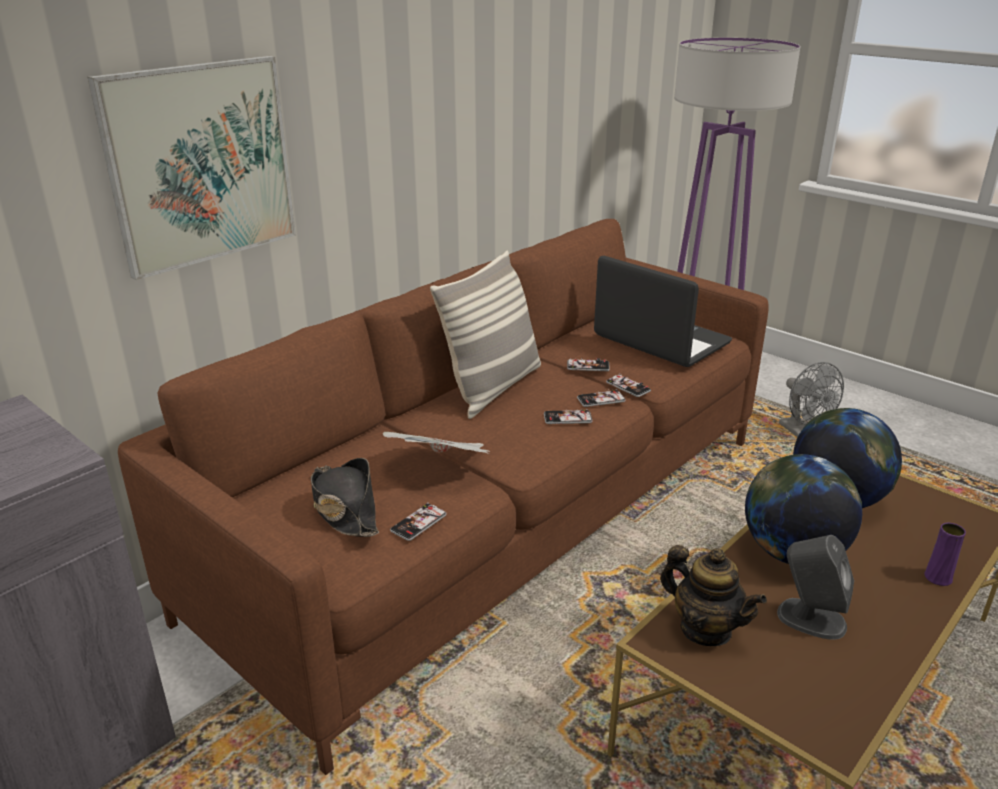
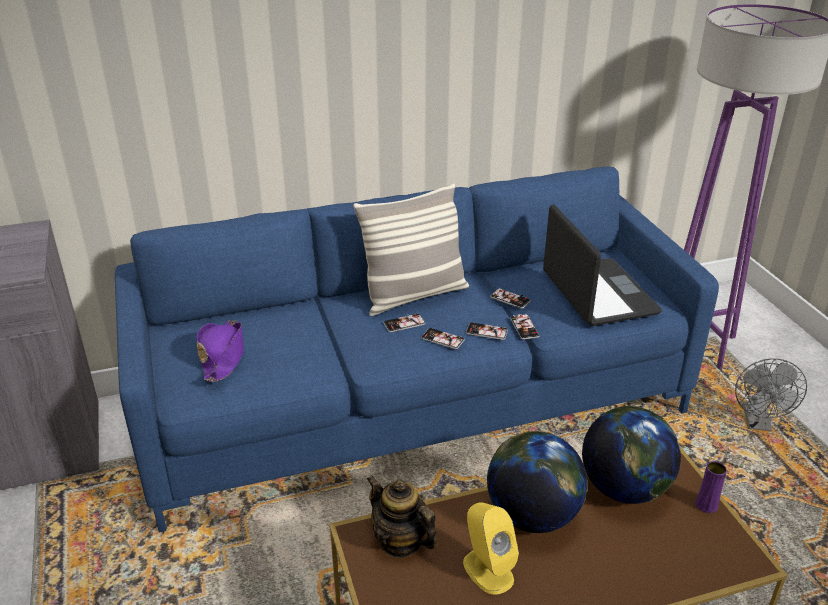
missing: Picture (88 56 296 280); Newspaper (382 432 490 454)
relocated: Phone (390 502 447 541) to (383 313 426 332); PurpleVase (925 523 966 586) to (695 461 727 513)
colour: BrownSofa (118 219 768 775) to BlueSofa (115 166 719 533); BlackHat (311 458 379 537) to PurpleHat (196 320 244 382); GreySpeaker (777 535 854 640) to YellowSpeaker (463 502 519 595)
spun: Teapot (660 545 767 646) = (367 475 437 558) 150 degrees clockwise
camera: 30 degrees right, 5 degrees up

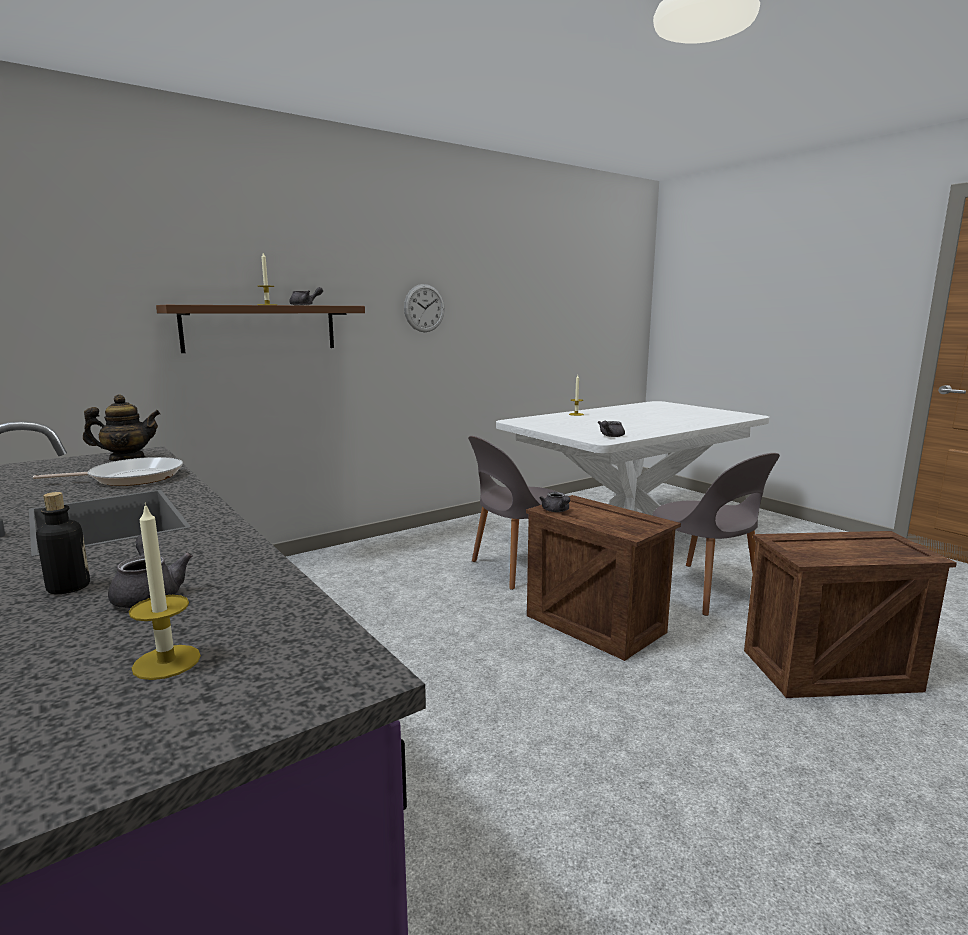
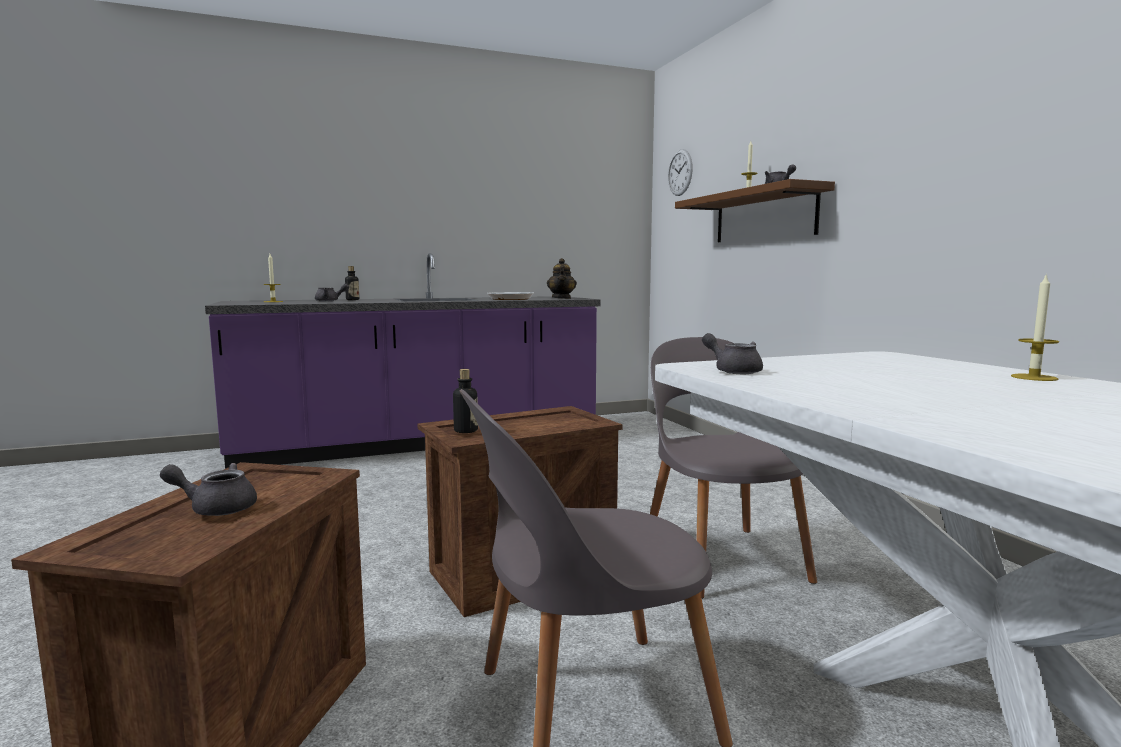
appeared: Bottle (453 369 478 433)
relocated: WallClock (404 284 445 332) to (668 149 693 196); GreyTeapot (539 492 570 512) to (160 463 257 516)
camera: 105 degrees right, 5 degrees down

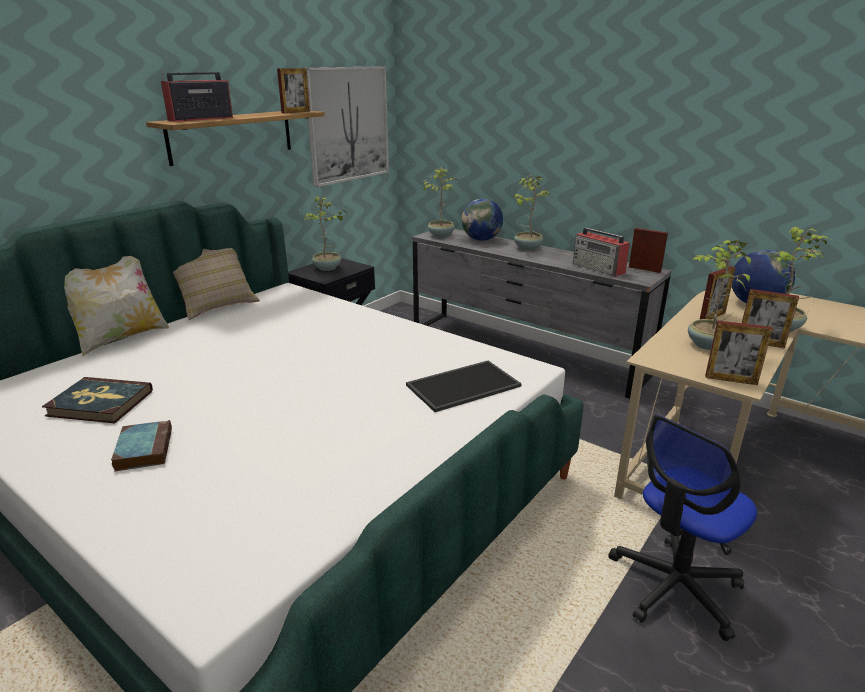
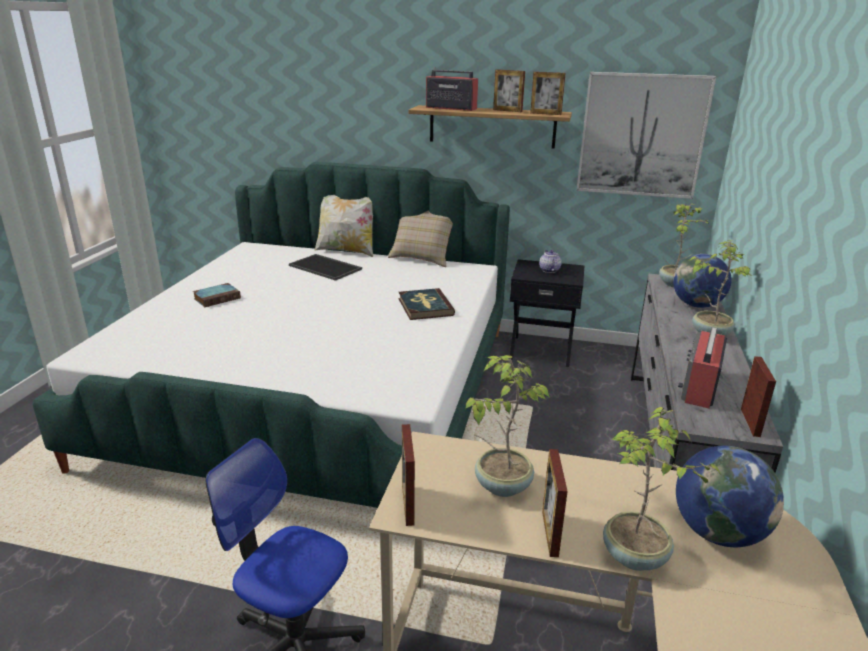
relocated: Book (42 377 153 423) to (398 288 455 320); Tray (406 360 522 412) to (289 254 362 281); PictureFrame (700 266 736 319) to (493 69 525 112)
exchanged: PottedPlant (304 196 346 271) to Teapot (539 250 562 273)
camera: 65 degrees right, 0 degrees up

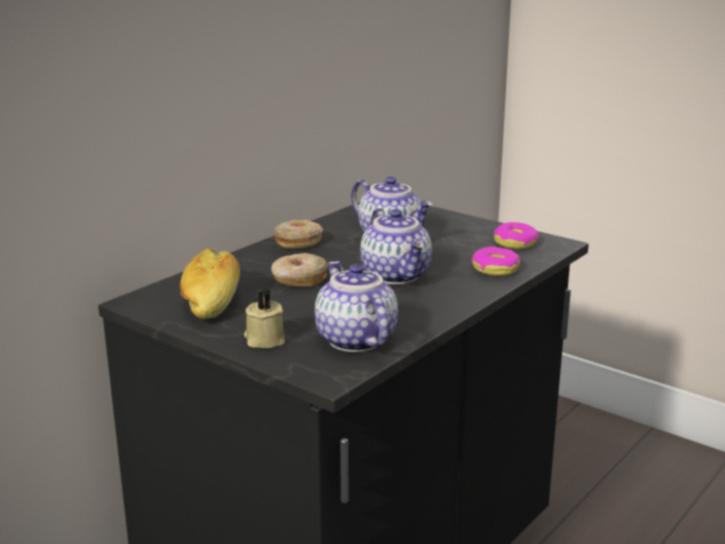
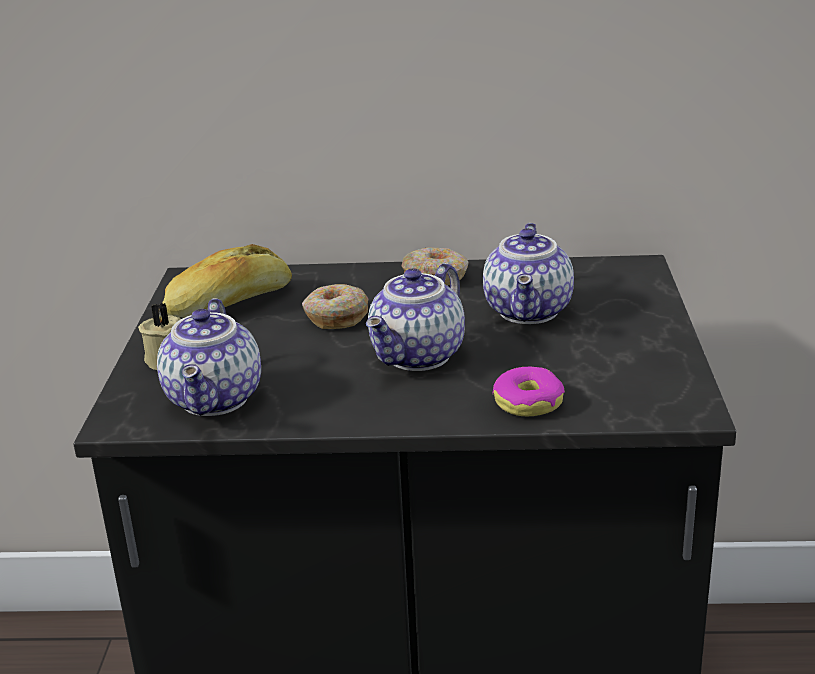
missing: Donut (494 222 539 249)
spun: Teapot (315 261 398 352) = (157 298 261 416) 150 degrees clockwise
camera: 55 degrees right, 5 degrees up

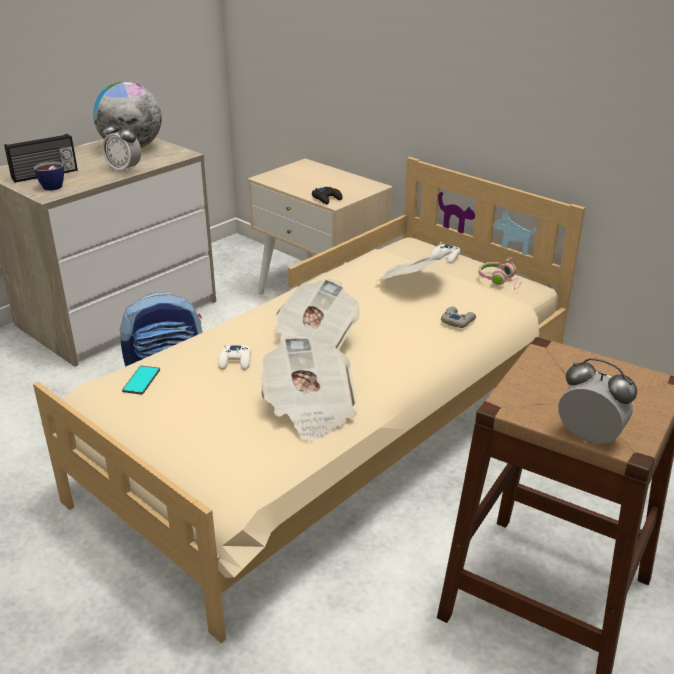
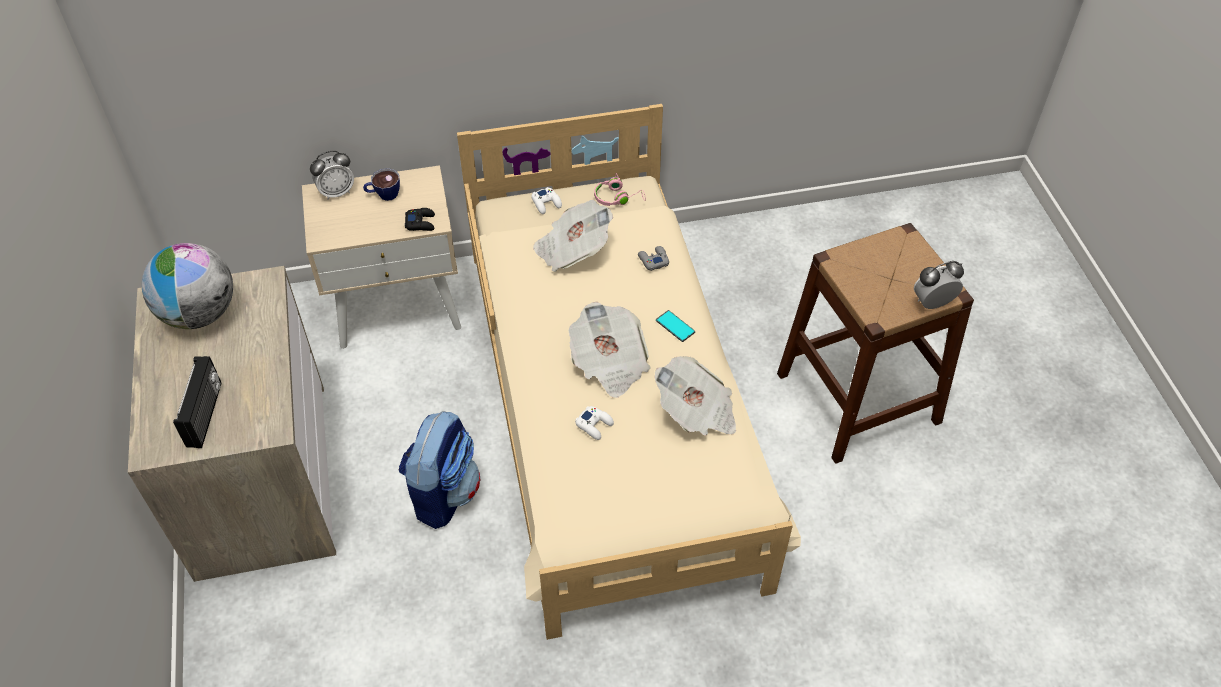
relocated: Cup (34 161 64 190) to (363 168 400 201); AlarmClock (102 119 141 174) to (310 150 354 200); Phone (122 366 160 395) to (656 310 695 342)
camera: 55 degrees left, 20 degrees up

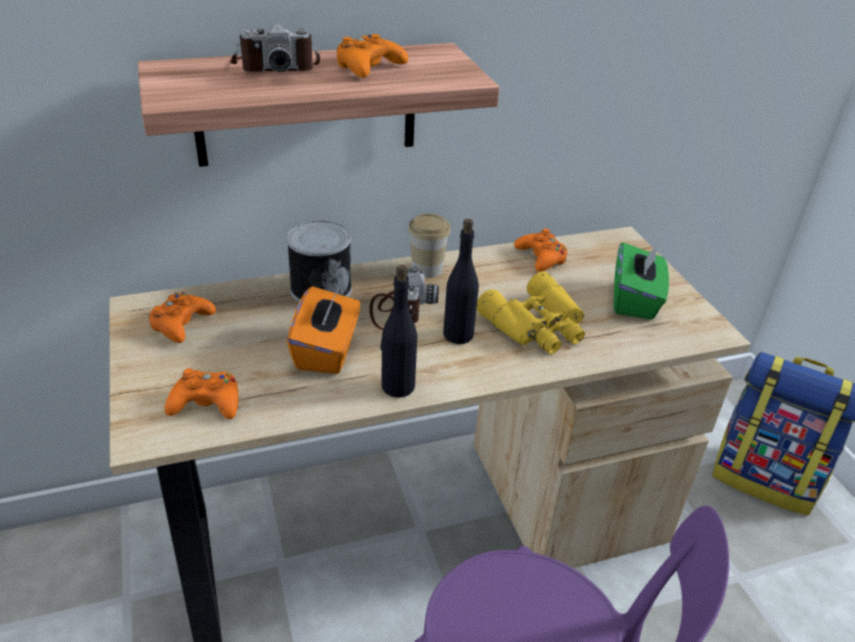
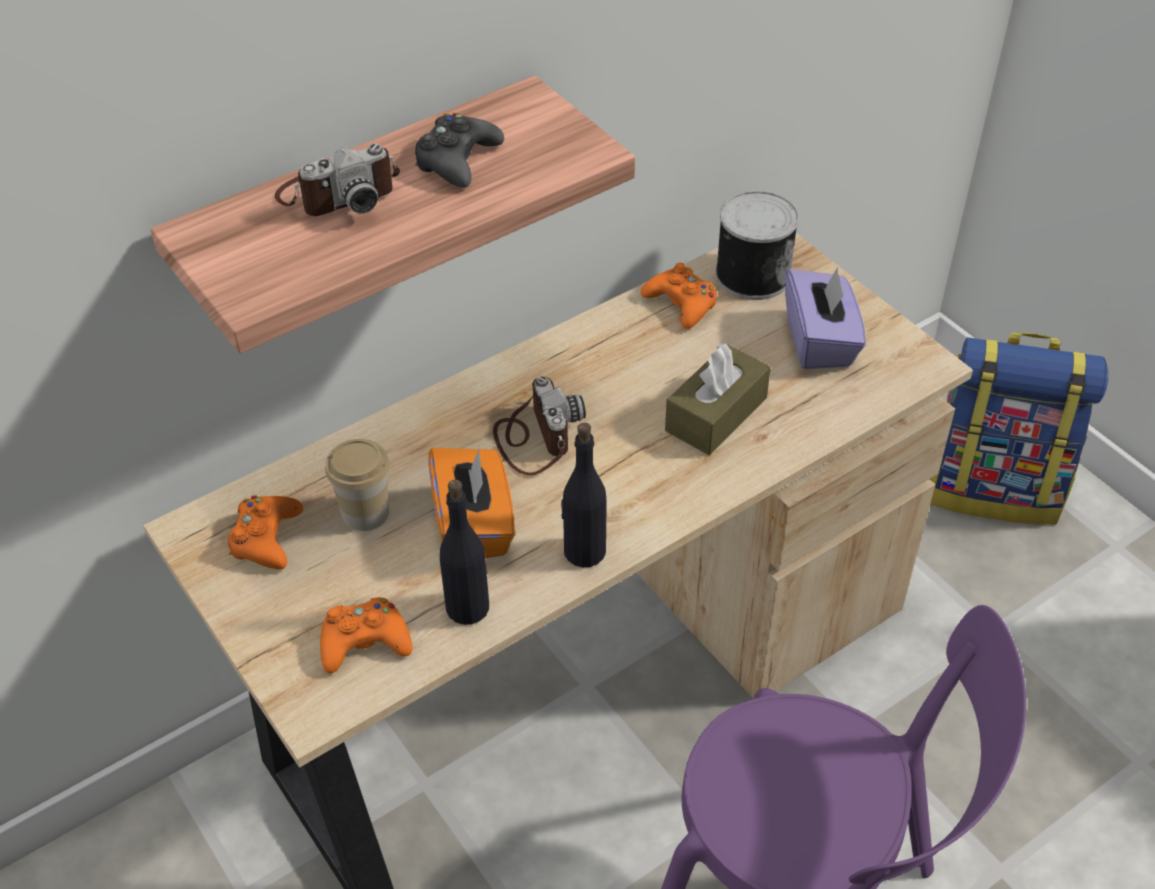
relocated: Can (286 220 352 302) to (715 191 799 300); Cup (408 214 451 278) to (325 439 390 531); BlackBottle (443 219 479 344) to (440 480 489 625)
exchanged: YellowBinoculars (477 271 585 354) to BrownTissueBox (665 343 771 455)
colour: OrangeGameController (337 34 408 78) to BlackGameController (415 113 504 188); GreenTissueBox (614 243 669 320) to PurpleTissueBox (785 267 866 369)
camera: 15 degrees left, 10 degrees up

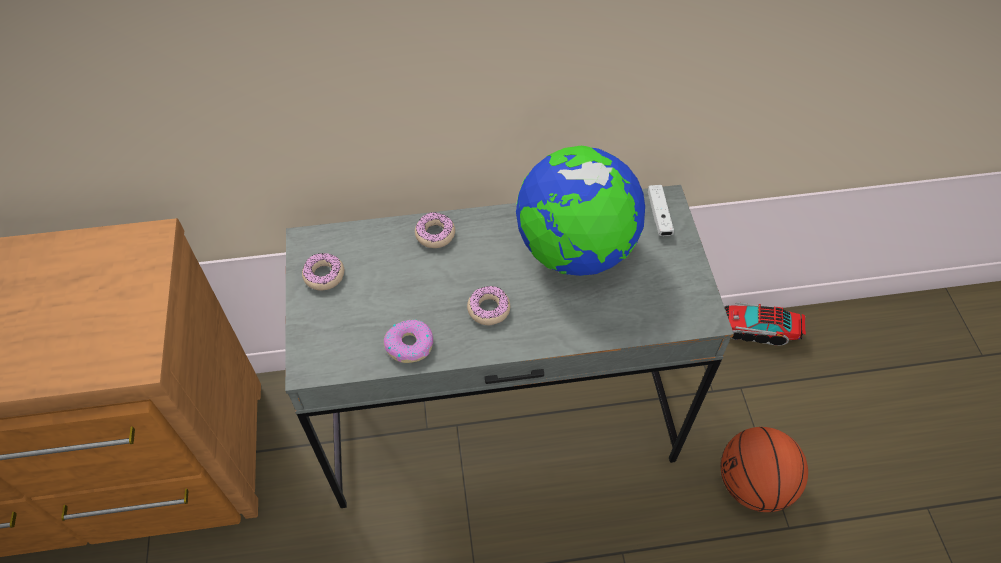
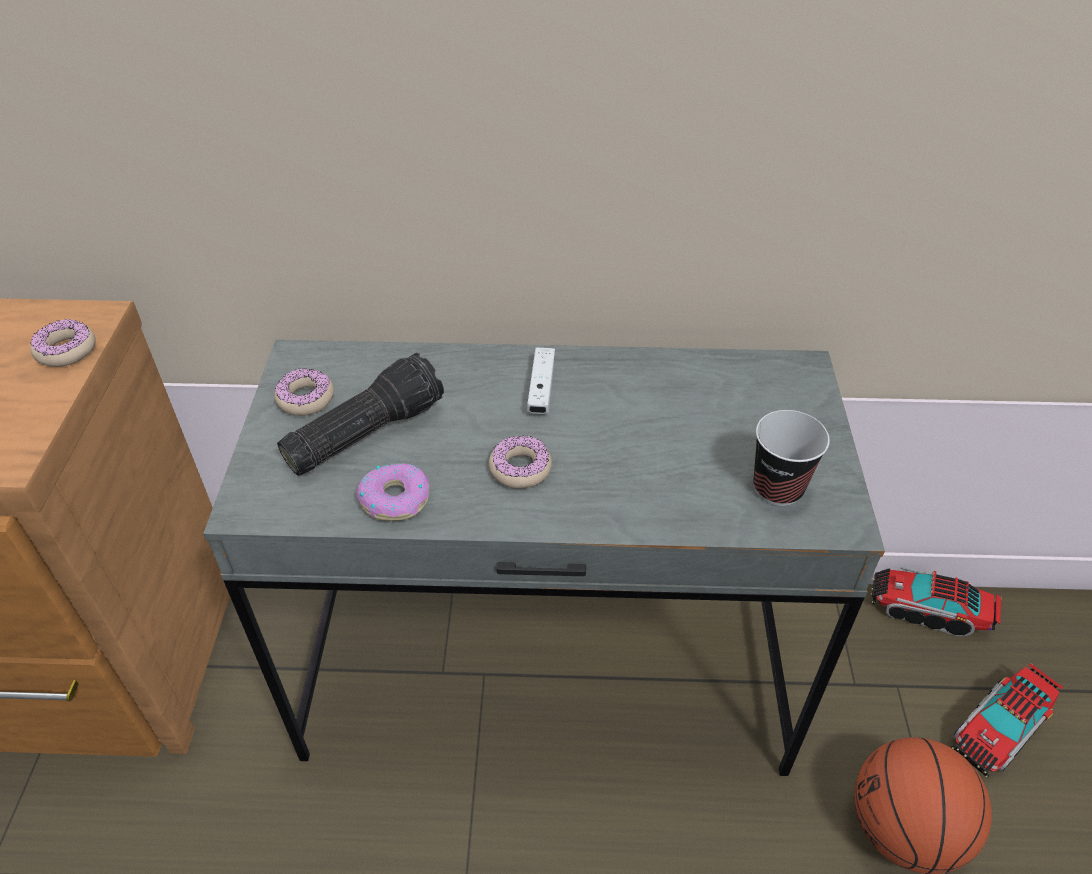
missing: Globe (516 146 645 276)
appeared: Flashlight (277 353 444 476); Cup (753 410 830 506); ToyTruck (951 663 1063 778)
relocated: Donut (415 212 455 248) to (30 319 96 367); WhiteGameController (648 185 674 236) to (527 347 555 414)
camera: 10 degrees right, 10 degrees down

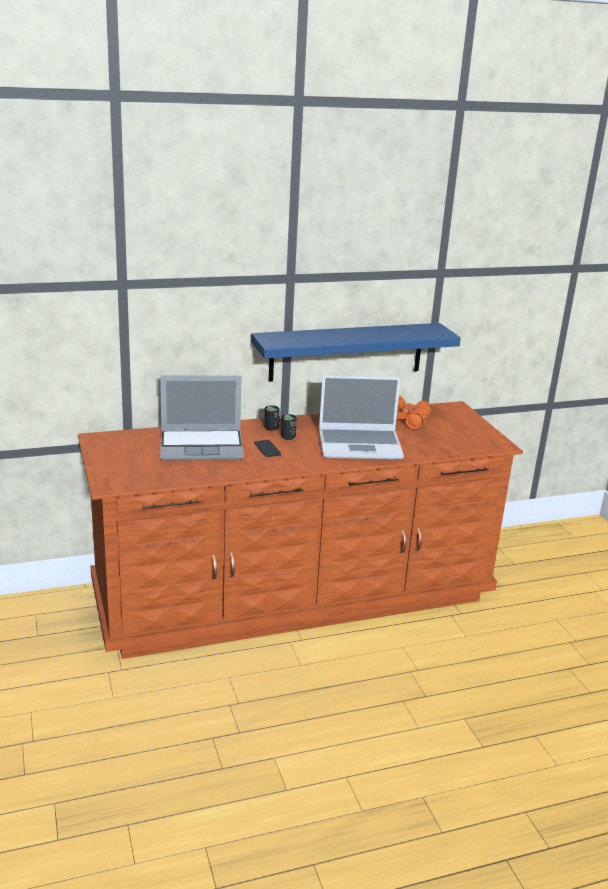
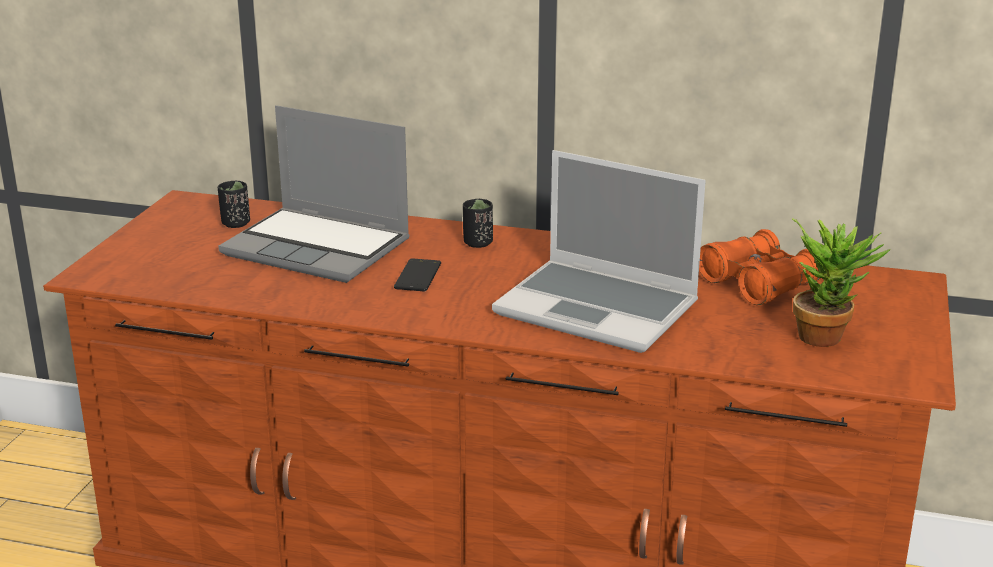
missing: BlueShelf (251 323 461 382)
appeared: PottedPlant (792 218 891 347)
relocated: BlackCup (281 414 297 440) to (218 181 250 228)
camera: 35 degrees right, 0 degrees up

